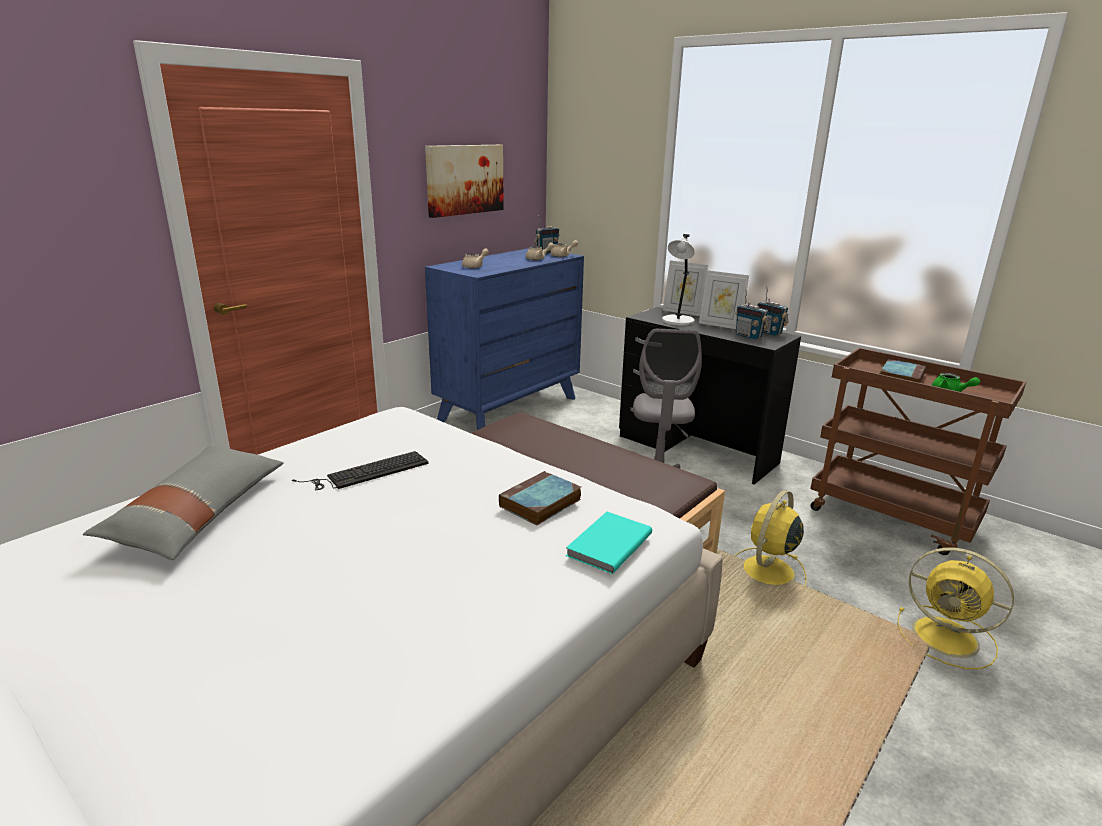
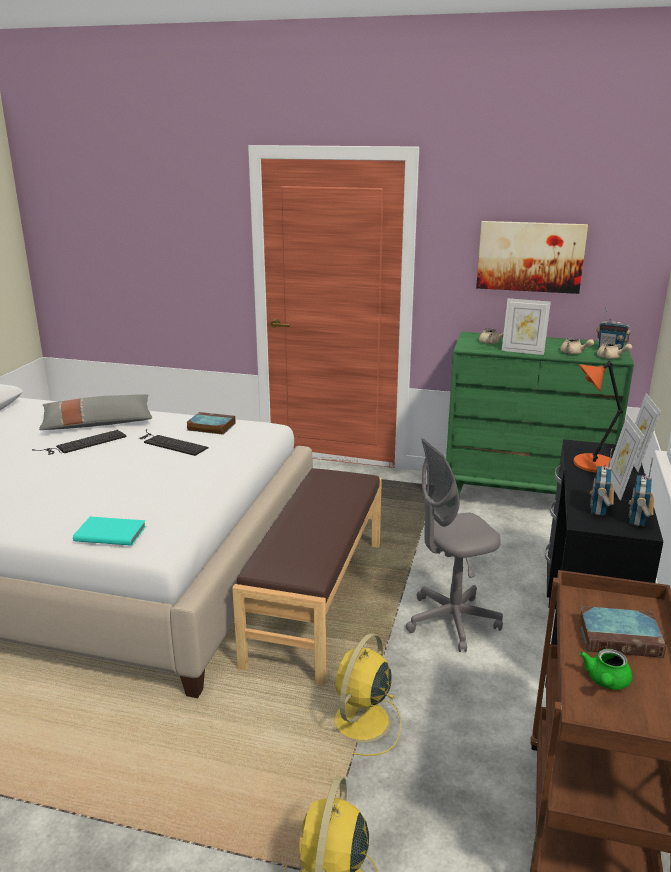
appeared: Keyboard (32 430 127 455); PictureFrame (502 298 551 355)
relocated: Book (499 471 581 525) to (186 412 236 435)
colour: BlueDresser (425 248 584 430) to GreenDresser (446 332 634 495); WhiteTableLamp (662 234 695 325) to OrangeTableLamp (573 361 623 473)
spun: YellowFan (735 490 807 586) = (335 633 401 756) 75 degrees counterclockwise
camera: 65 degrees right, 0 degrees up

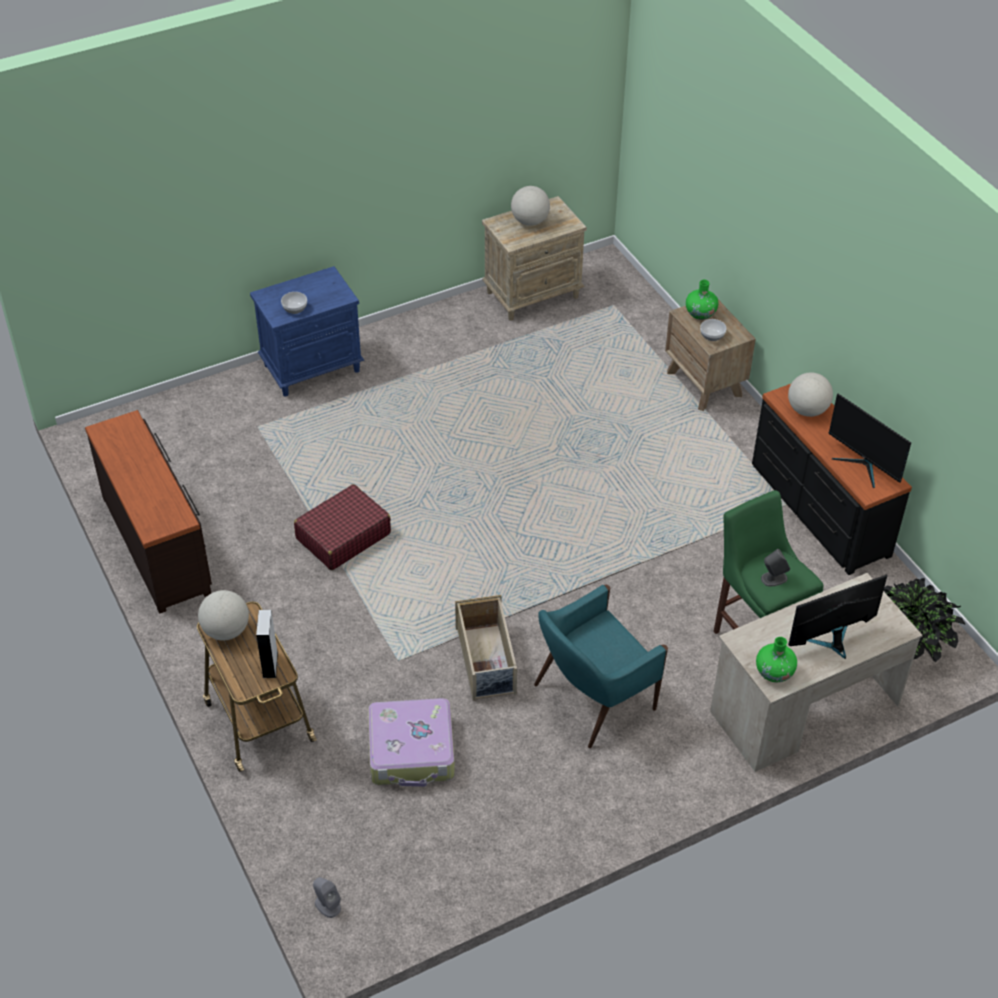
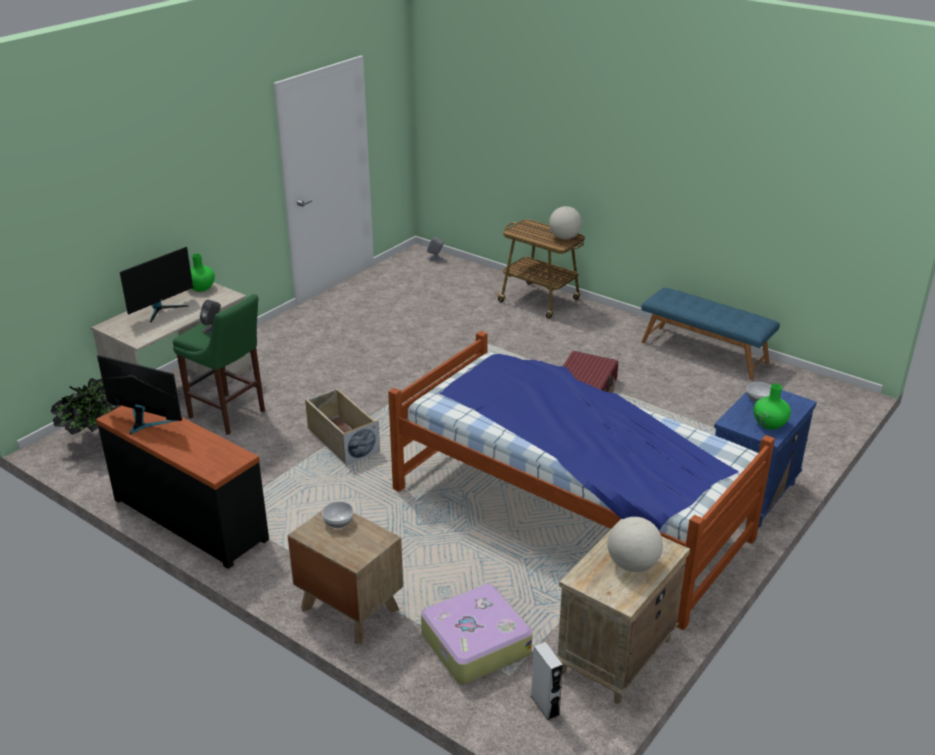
missing: TurquoiseArmchair (534 585 668 748); Globe (788 372 833 417)
appeared: Bed (388 331 775 630)
relocated: GreySpeaker (256 610 278 678) to (531 642 563 721); Suitcase (368 698 455 787) to (421 583 533 684); BeigeStorageBox (455 595 517 701) to (305 388 380 466); GreenVase (686 280 718 320) to (754 384 791 430)
exchanged: BrownDresser (85 410 212 614) to BlueBench (641 287 780 380)
camera: 155 degrees right, 15 degrees down

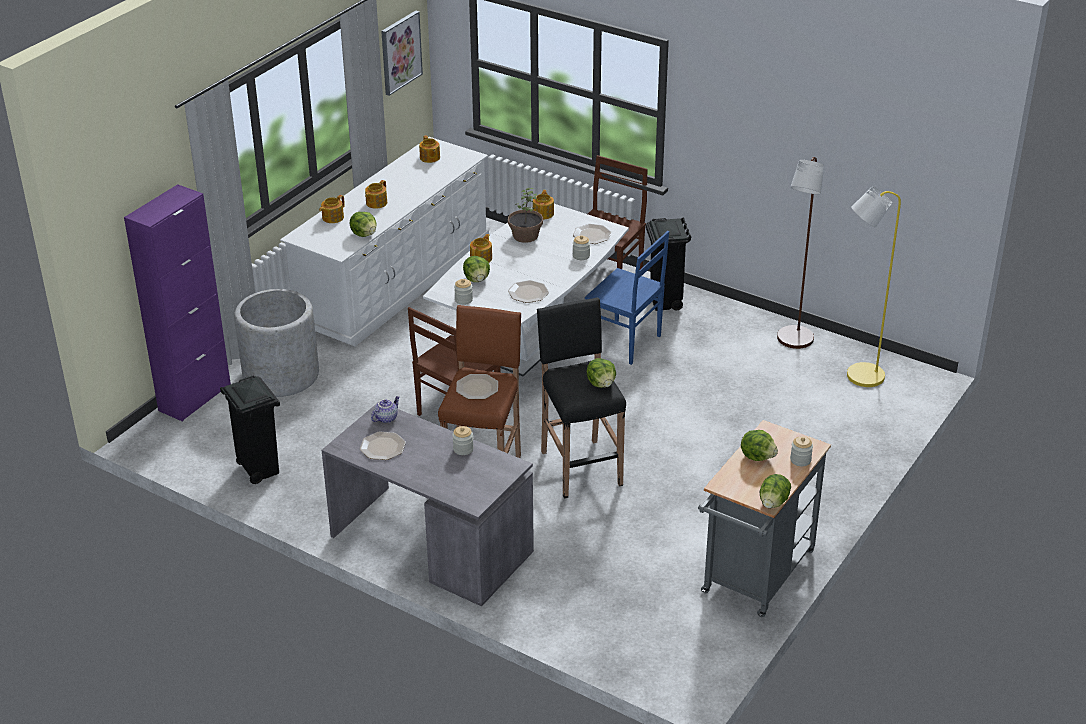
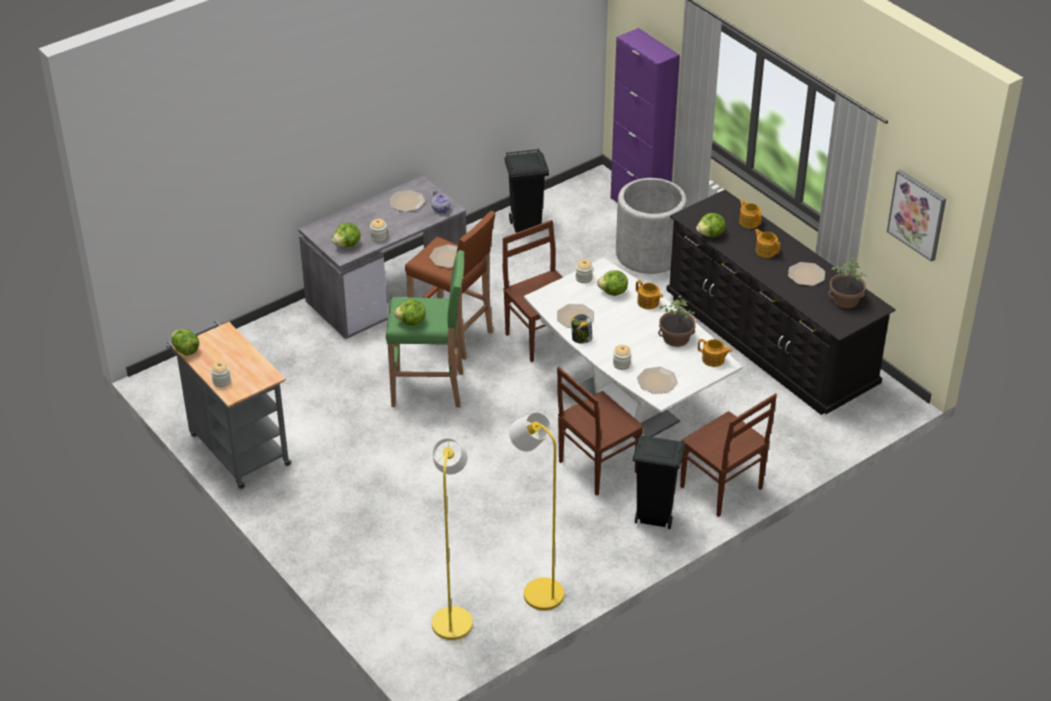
appeared: Jar (571 314 592 344); Plate (788 262 825 286)
relocated: Lettuce (741 430 778 461) to (332 223 361 247)
exchanged: Teapot (419 135 440 163) to PottedPlant (828 258 867 308)
colour: WhiteDresser (280 137 489 347) to BlackDresser (666 190 896 415); BlackStool (537 297 626 499) to GreenStool (386 250 465 408); BlueChair (585 231 669 365) to BrownChair (557 366 644 496); BrownFloorLamp (777 157 824 349) to YellowFloorLamp (509 412 564 610)
camera: 110 degrees right, 5 degrees up

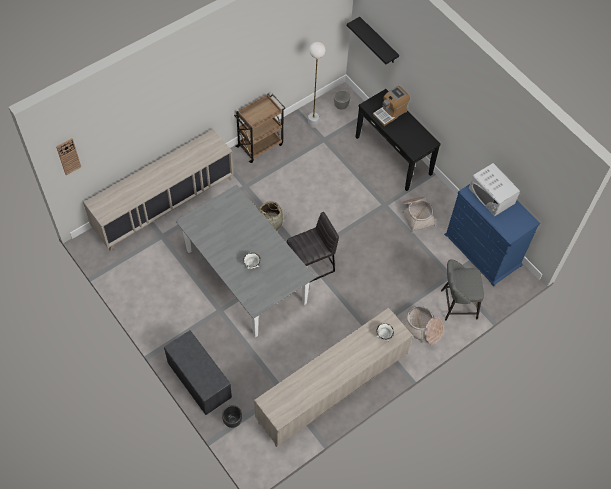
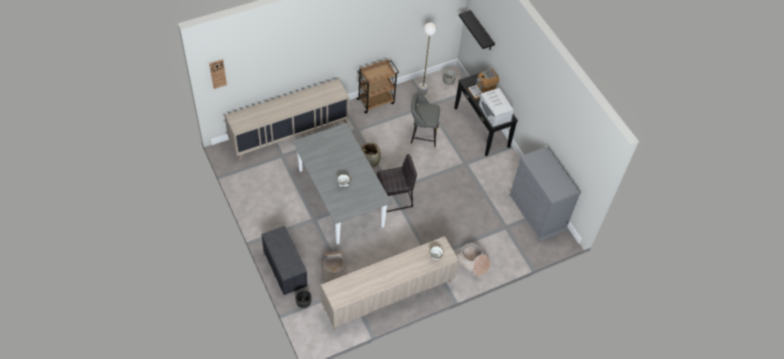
relocated: Basket (401 197 436 233) to (321 252 347 282); GreyStool (441 259 484 320) to (411 92 440 147); WhiteMicrowave (469 163 520 216) to (479 88 514 127)
colour: BlueDresser (444 184 540 286) to GreyDresser (509 146 581 242)
camera: 10 degrees right, 5 degrees down

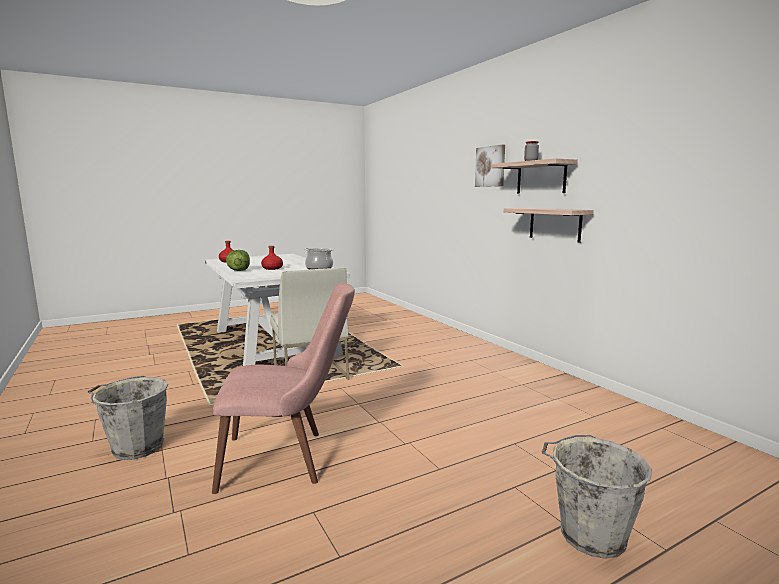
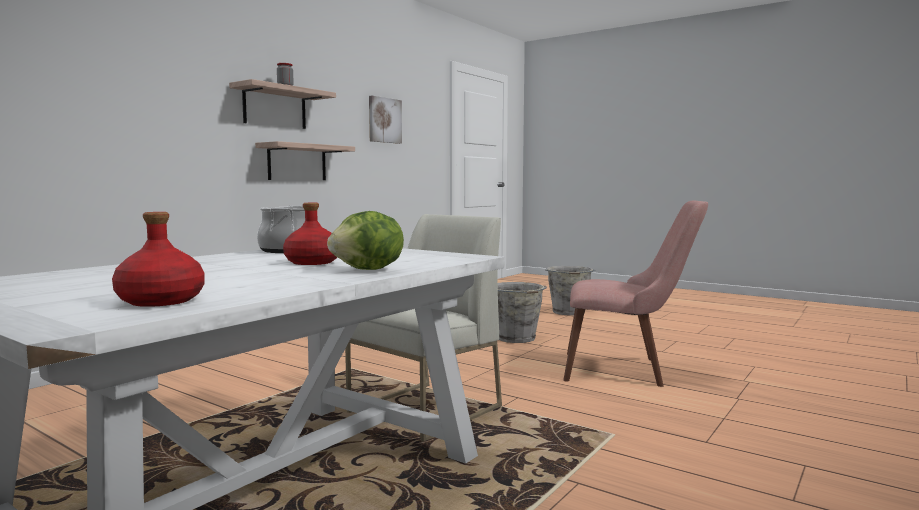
relocated: GreyBucket (88 376 168 460) to (498 282 547 343); Picture (475 144 505 187) to (369 96 402 144)
spun: PinkChair (212 283 355 494) = (563 201 708 387) 135 degrees clockwise
camera: 115 degrees left, 5 degrees down

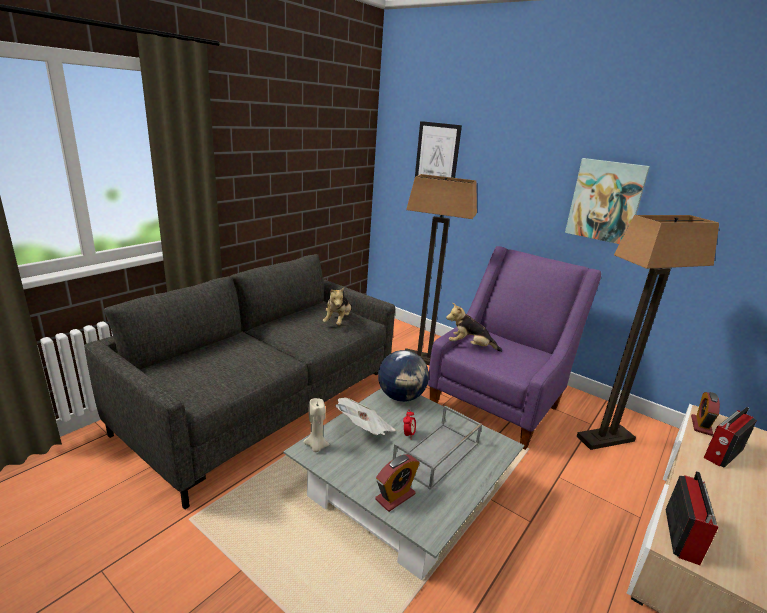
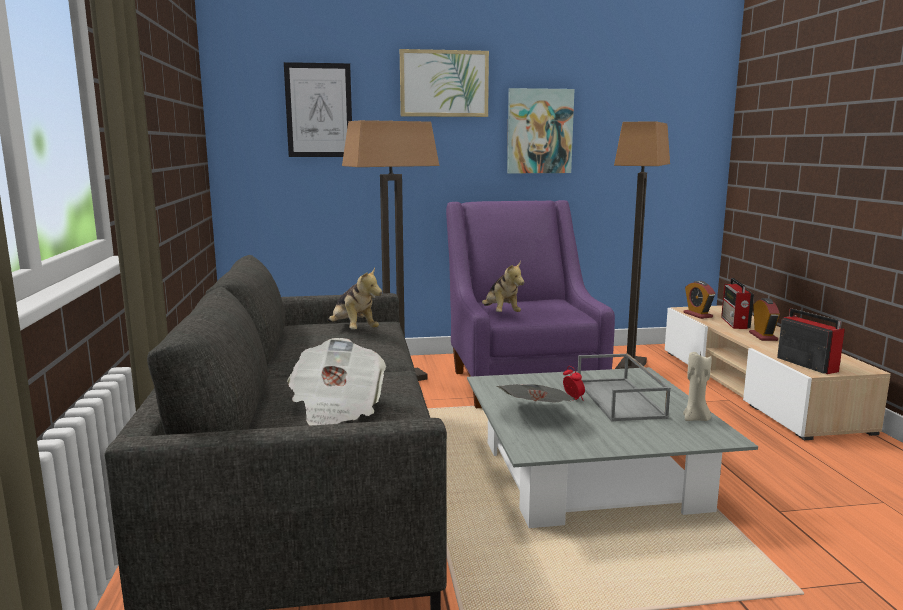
missing: Globe (378 350 429 402)
appeared: Newspaper (287 338 386 426); Picture (400 49 489 117)
relocated: BeigeCandle (304 398 330 452) to (683 352 712 421); AlarmClock (375 454 420 512) to (749 298 780 341)
spun: PlushToy (446 303 502 352) = (482 261 524 312) 75 degrees counterclockwise
camera: 45 degrees left, 10 degrees down

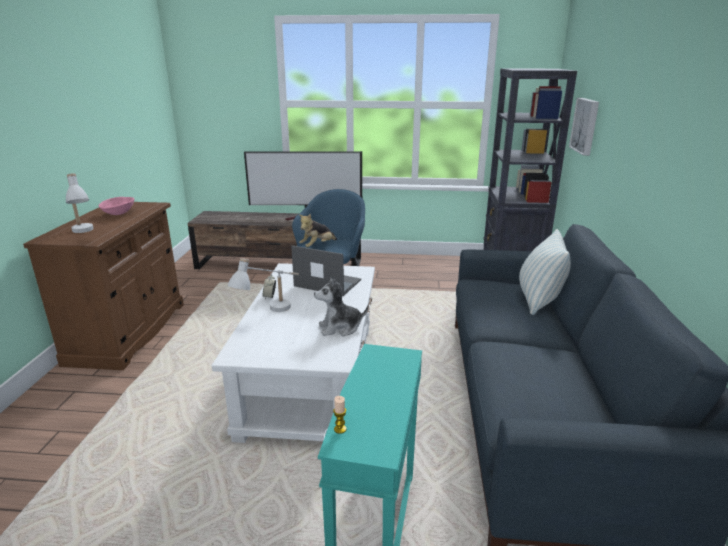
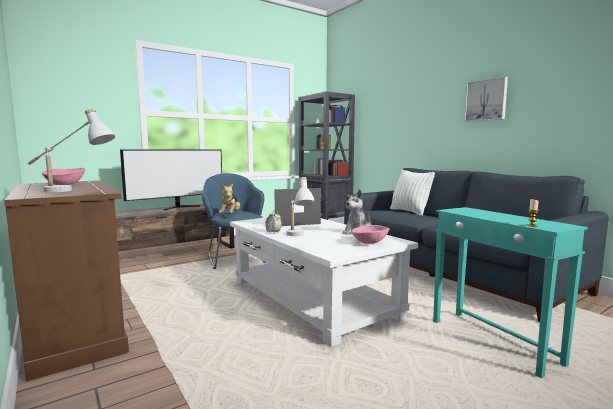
appeared: PinkBowl (351 225 390 244)
relocated: Picture (569 98 599 156) to (464 76 508 122)
camera: 40 degrees left, 15 degrees down

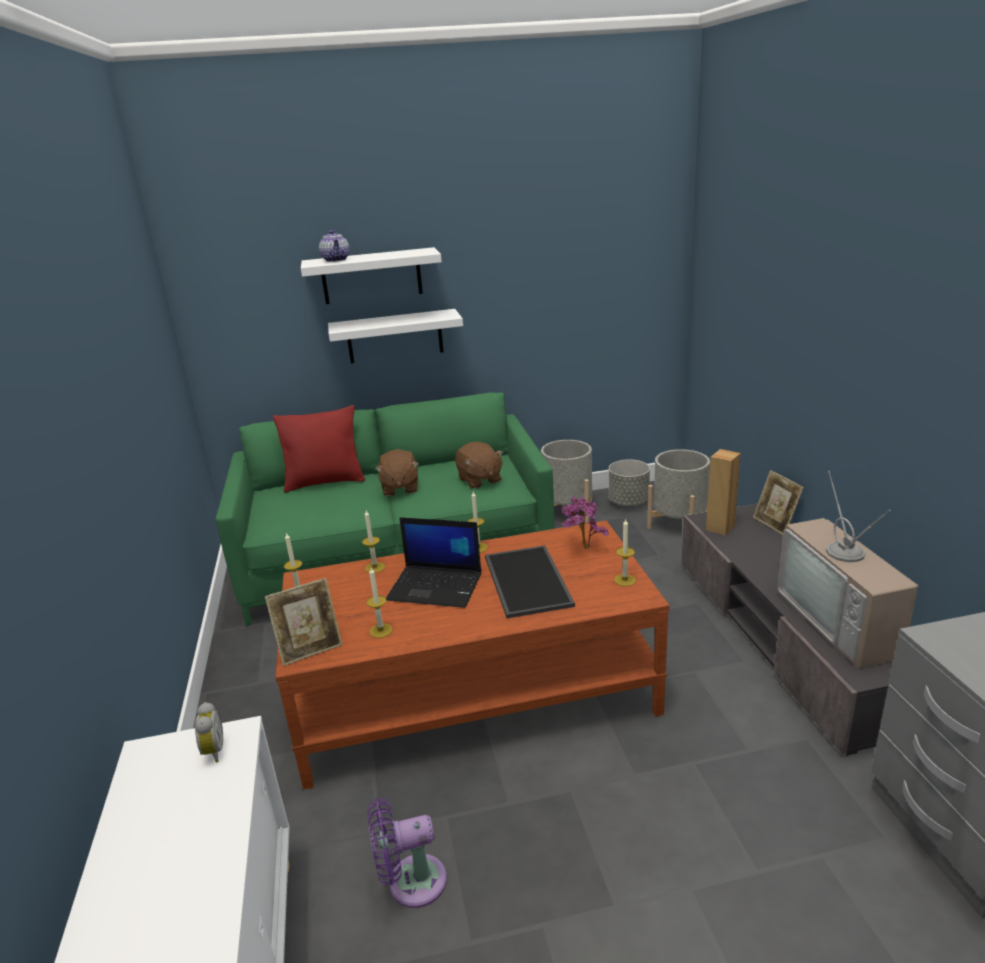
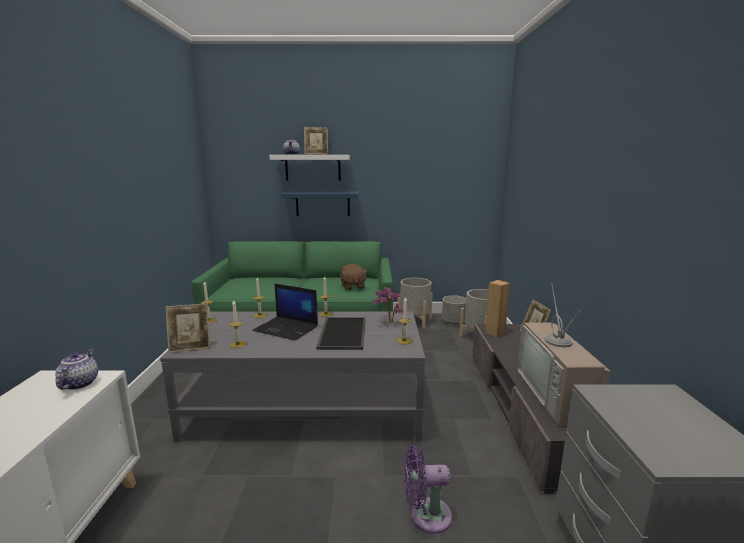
missing: RedPillow (273 405 365 492); BrownPlushToy (375 449 419 496)
appeared: PictureFrame (304 127 328 155)
relocated: PurpleFan (367 798 447 908) to (404 446 452 534)
exchanged: AlarmClock (195 702 223 763) to Teapot (55 349 98 390)
colour: BrownCoffeeTable (275 521 670 789) to GreyCoffeeTable (160 311 426 442); WhiteShelf (328 309 463 363) to BlueShelf (281 191 359 216)
camera: 10 degrees right, 10 degrees down

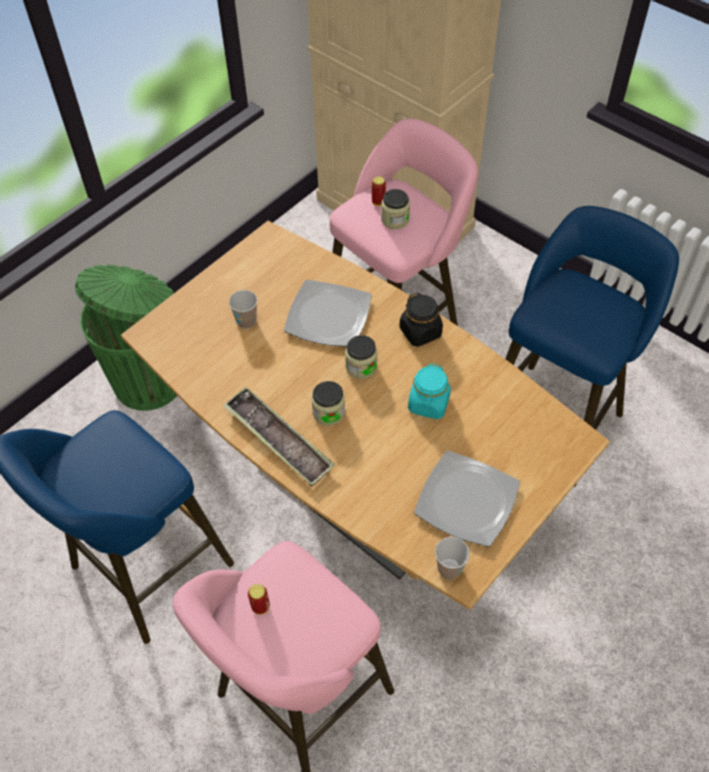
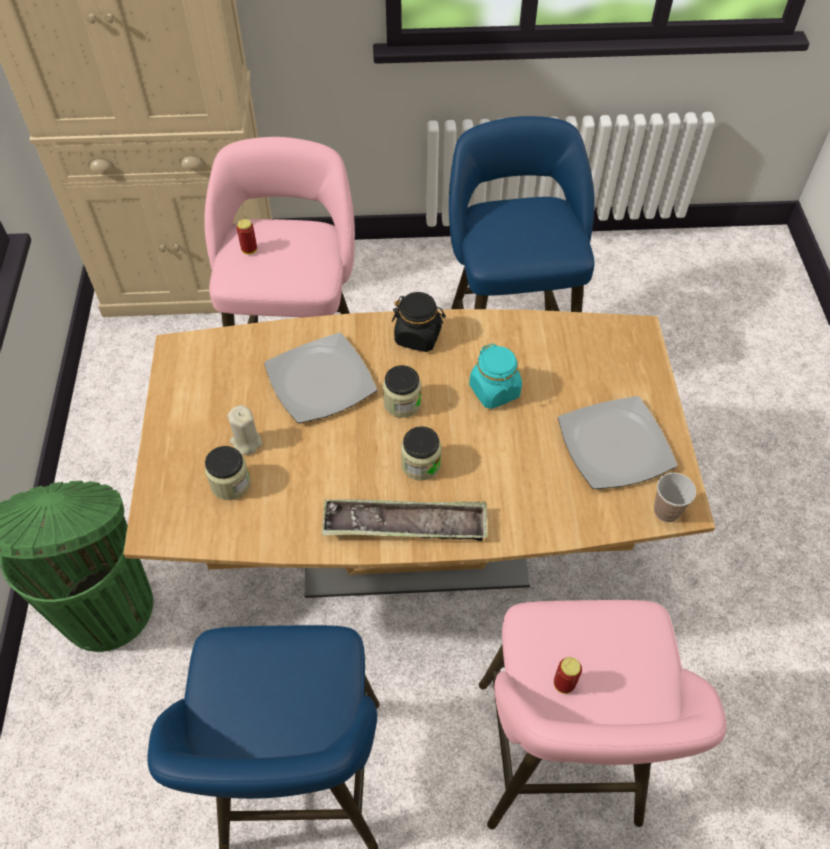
relocated: Jar (381 189 410 229) to (205 446 251 500)
exchanged: Cup (229 290 257 329) to BeigeCandle (227 405 263 455)
camera: 45 degrees left, 0 degrees up

